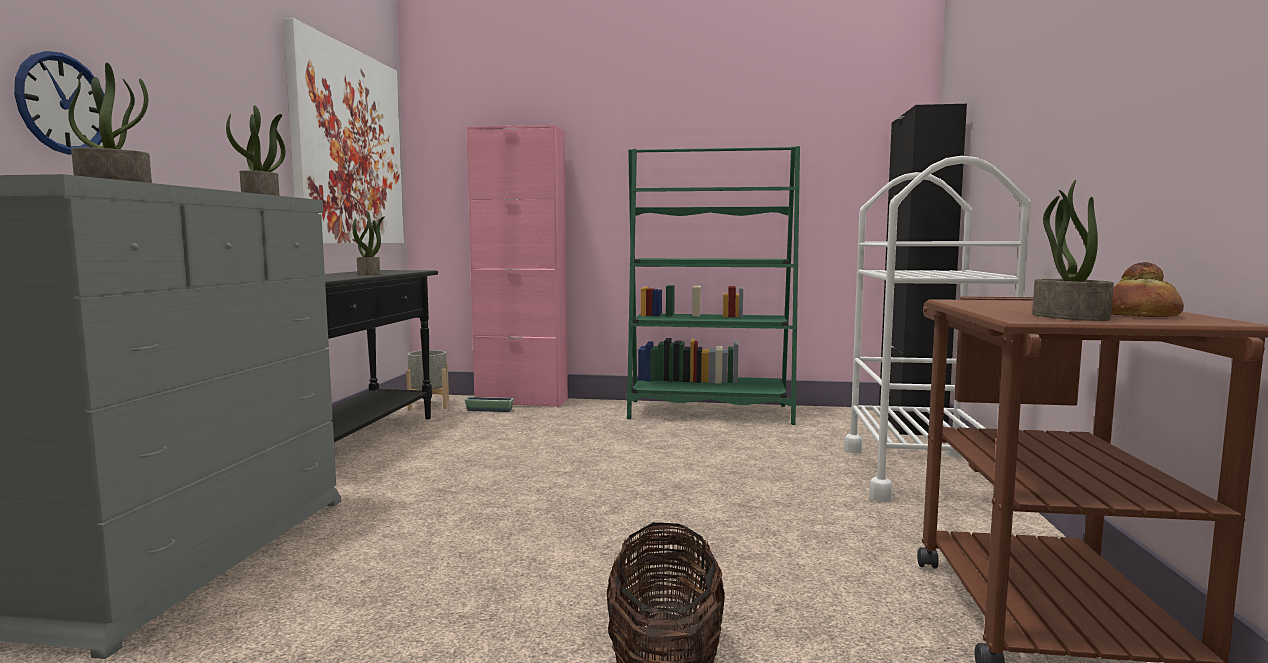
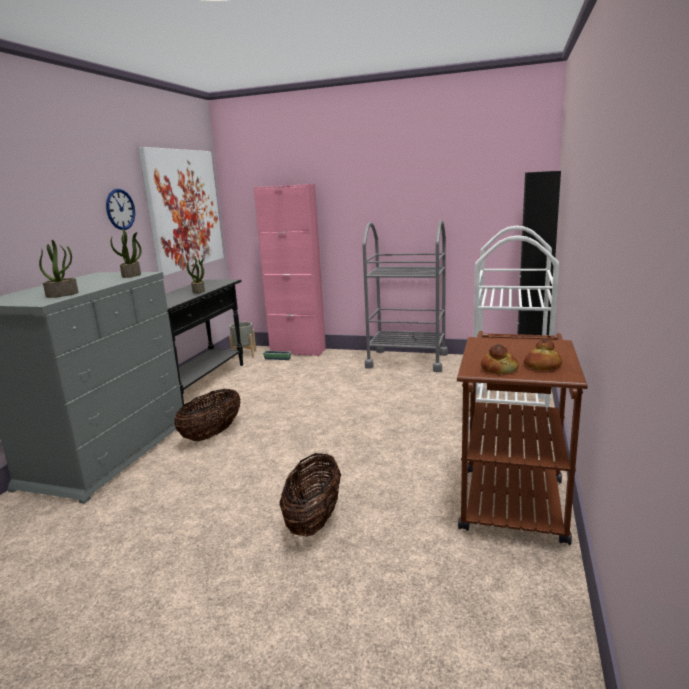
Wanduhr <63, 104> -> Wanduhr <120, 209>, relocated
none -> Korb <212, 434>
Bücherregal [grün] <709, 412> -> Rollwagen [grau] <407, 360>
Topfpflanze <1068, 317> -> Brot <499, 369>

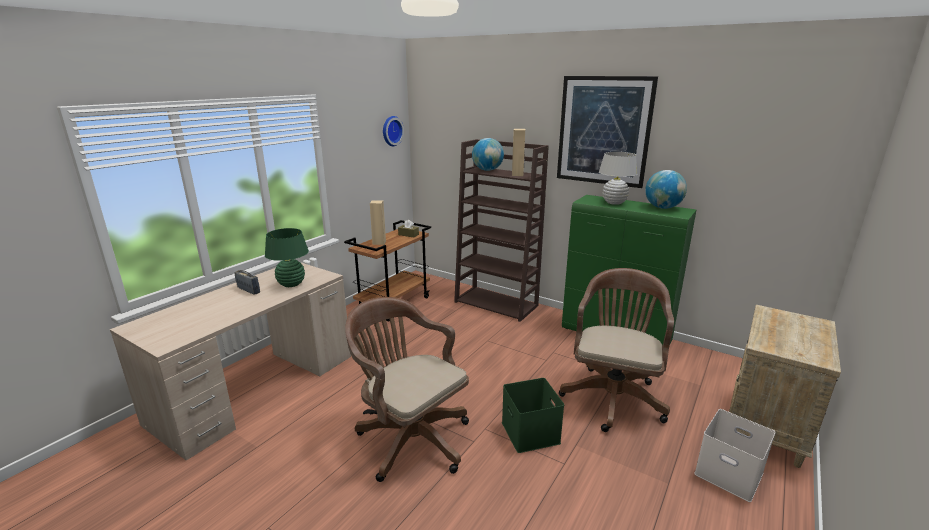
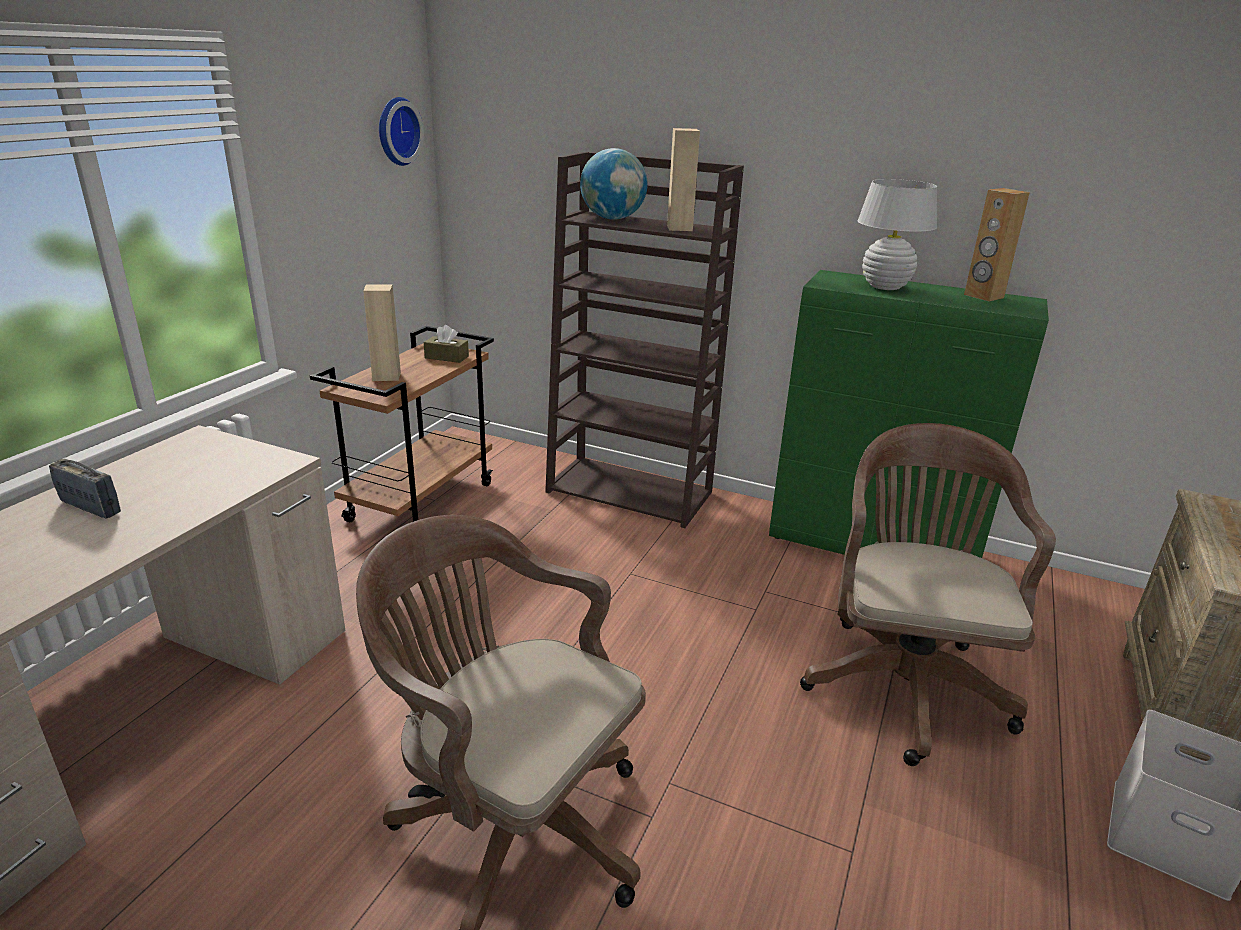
Globus <662, 207> -> Lautsprecher [braun] <983, 296>
Tischlampe [grün] <291, 284> -> none
Aufbewahrungsbox [grün] <529, 432> -> none
Bild <603, 131> -> none

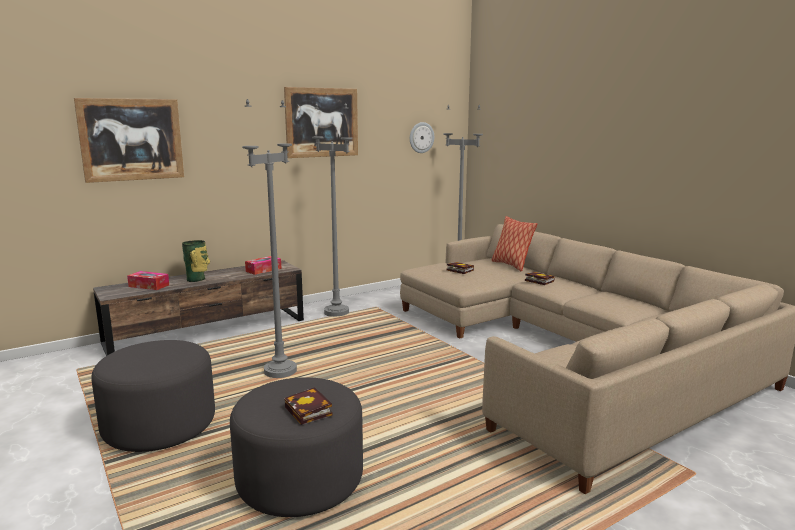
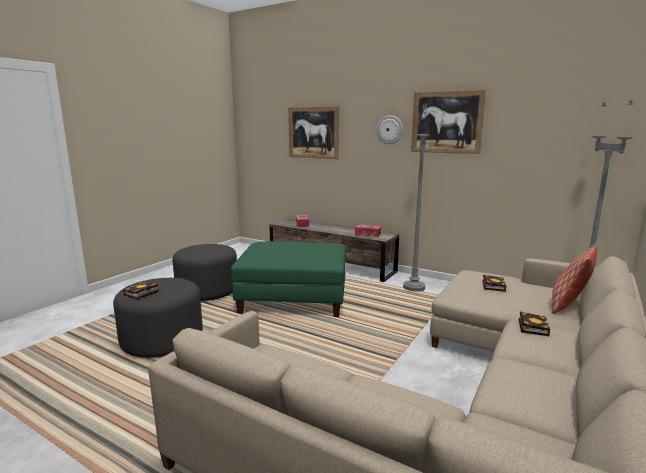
Stehlampe [grau] <280, 371> -> Polsterhocker [grün] <294, 298>
Wanduhr <421, 137> -> Wanduhr <390, 129>, relocated
Vase <197, 279> -> none

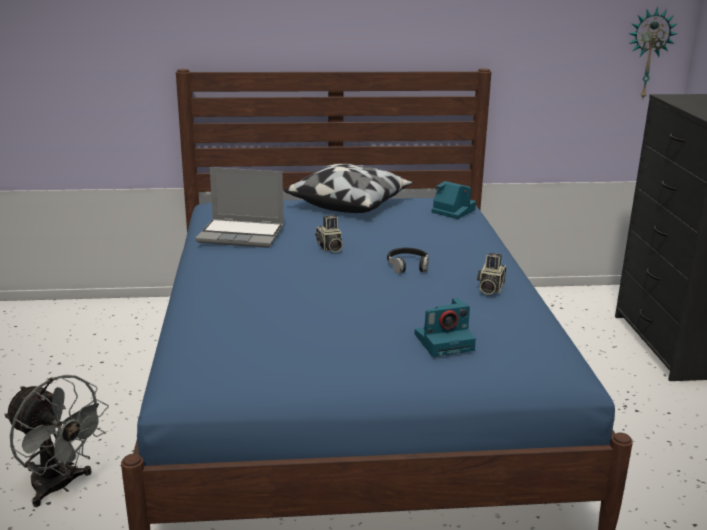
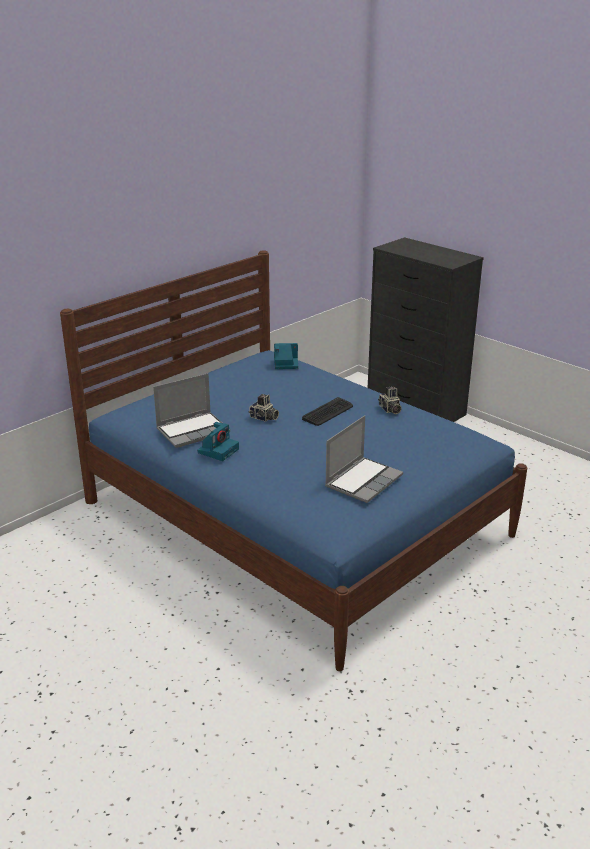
Kamera <445, 341> -> Kamera <218, 450>, relocated
Kopfhörer [schwarz] <408, 266> -> Tastatur <328, 412>
none -> Laptop <363, 480>
Ventilator [grau] <60, 486> -> none
Kissen <350, 204> -> none
Wanduhr <648, 54> -> none

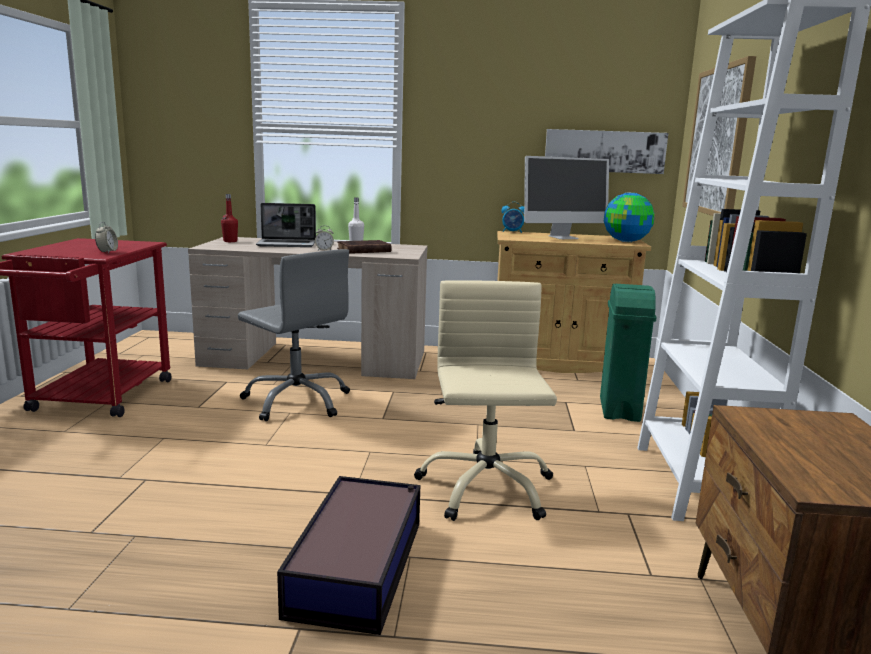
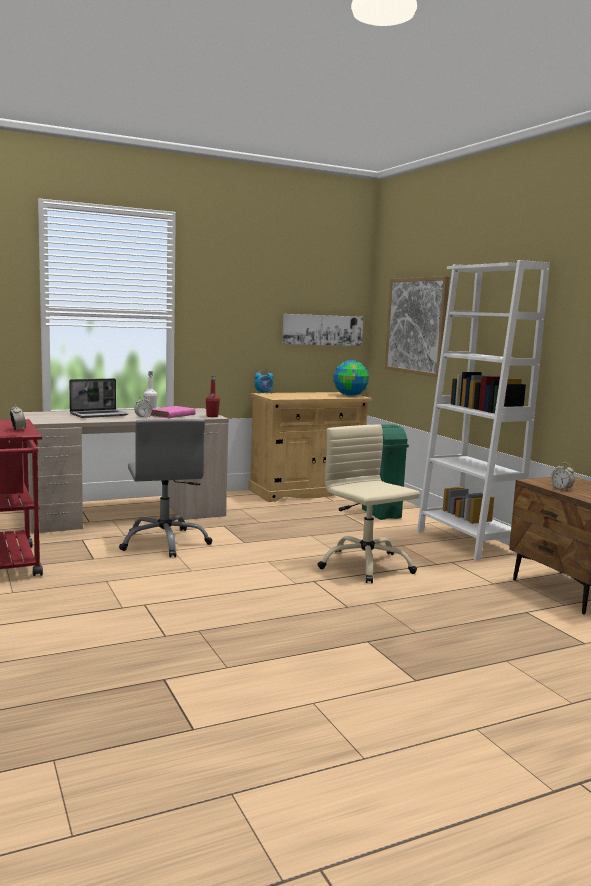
Bürostuhl [grau] <297, 401> -> Bürostuhl [grau] <165, 542>, 60 degrees clockwise
Buch [braun] <362, 250> -> Buch [rosa] <171, 415>
Flasche [rot] <230, 241> -> Flasche [rot] <212, 416>, relocated
none -> Wecker <561, 489>
Aufbewahrungsbox <358, 565> -> none
Monitor <563, 237> -> none

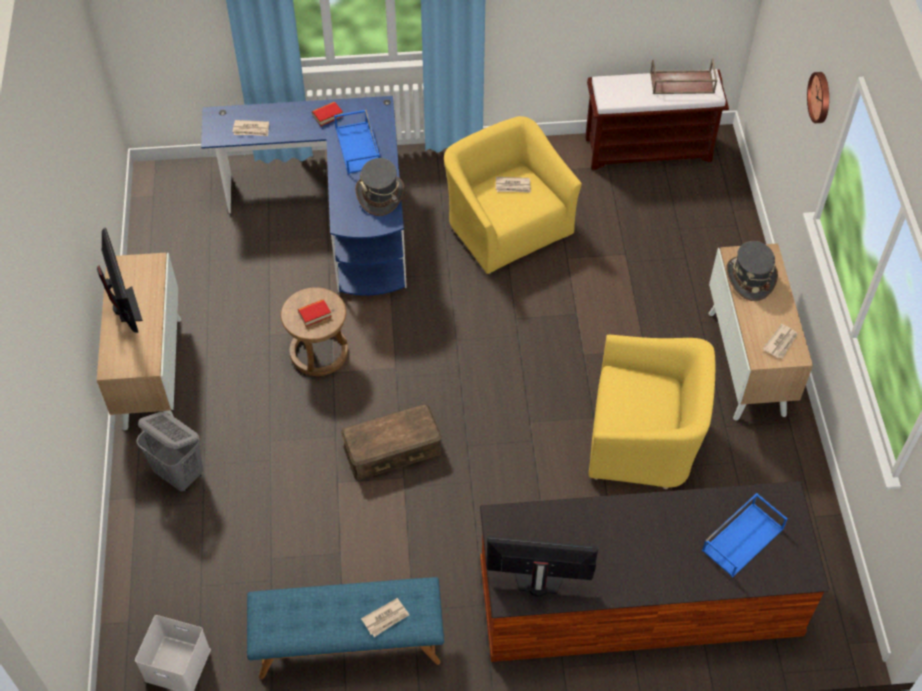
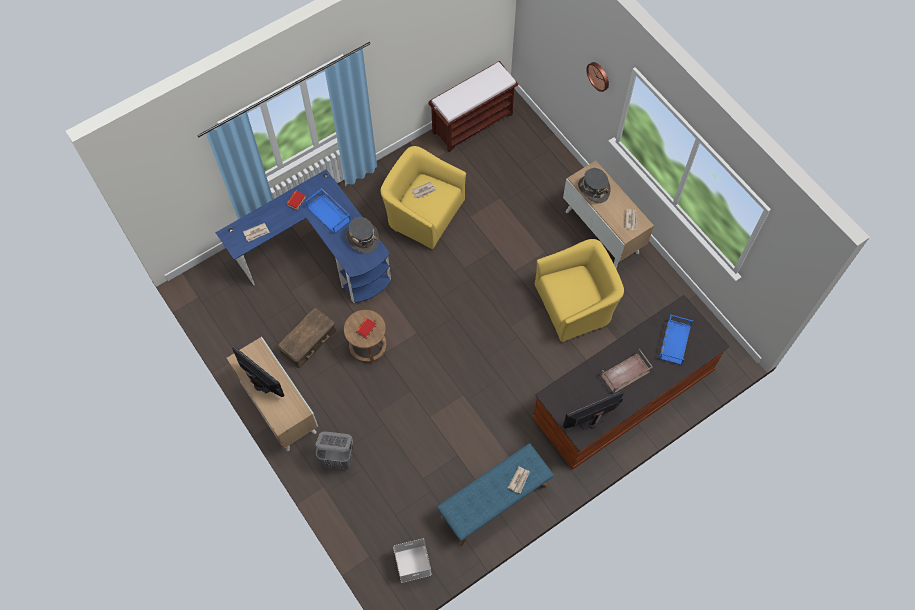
Aufbewahrungsbox [braun] <392, 450> -> Aufbewahrungsbox [braun] <308, 341>, relocated
Tablett [braun] <681, 83> -> Tablett [braun] <625, 374>, relocated

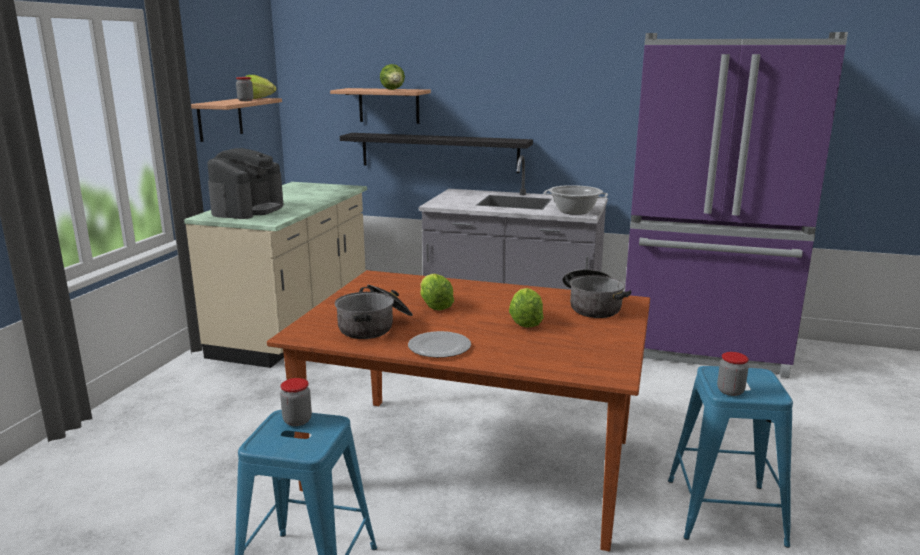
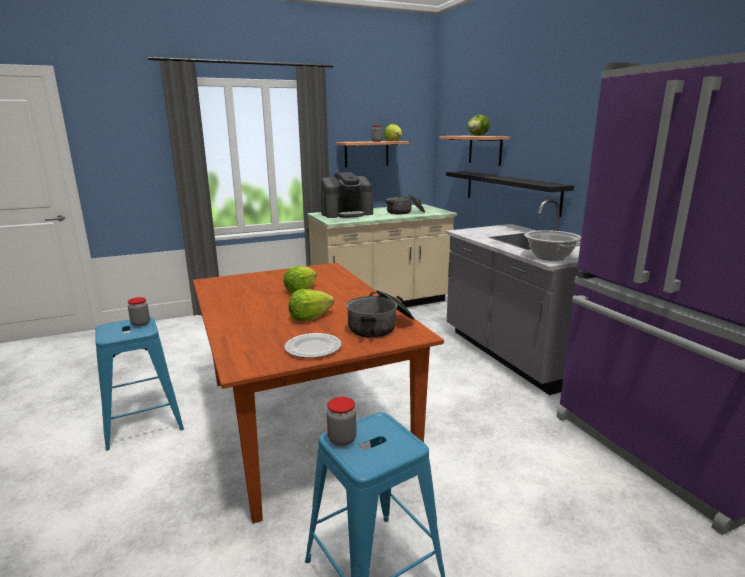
Teller <438, 347> -> Teller <312, 347>, relocated
Kochtopf <375, 326> -> Kochtopf <405, 212>, relocated

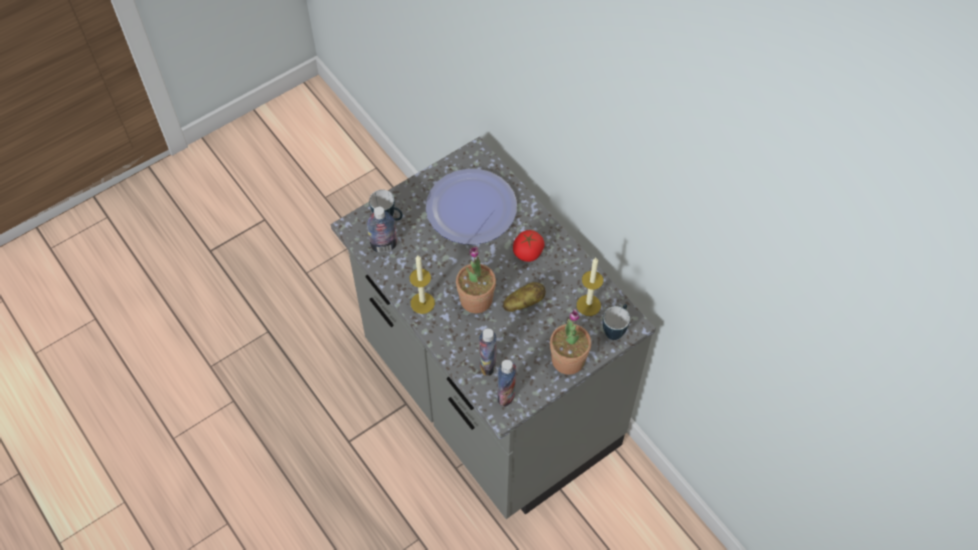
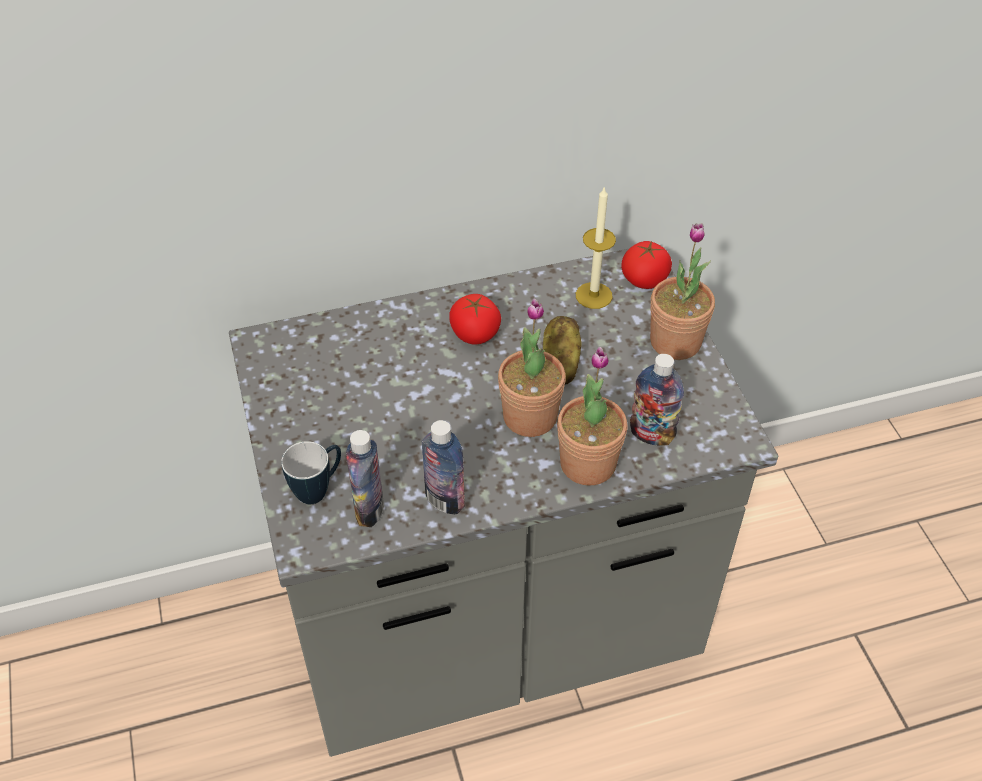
Flasche <506, 395> -> Flasche <444, 500>, relocated
none -> Topfpflanze <588, 464>
Henkelbecher <615, 329> -> Tomate <644, 280>
Kerze <422, 303> -> none
Teller <471, 208> -> none

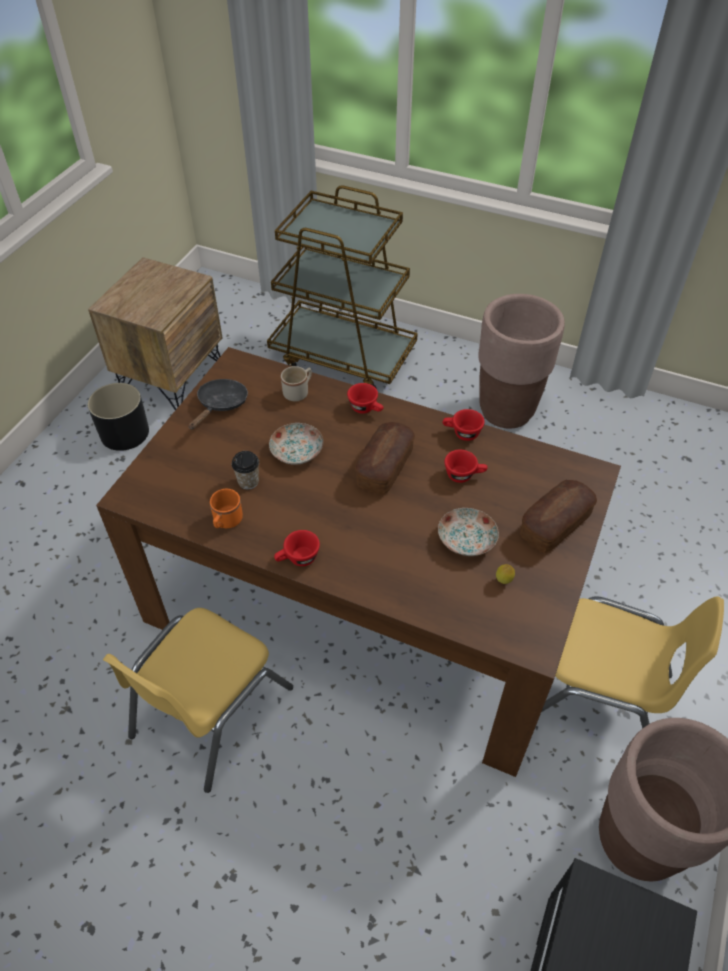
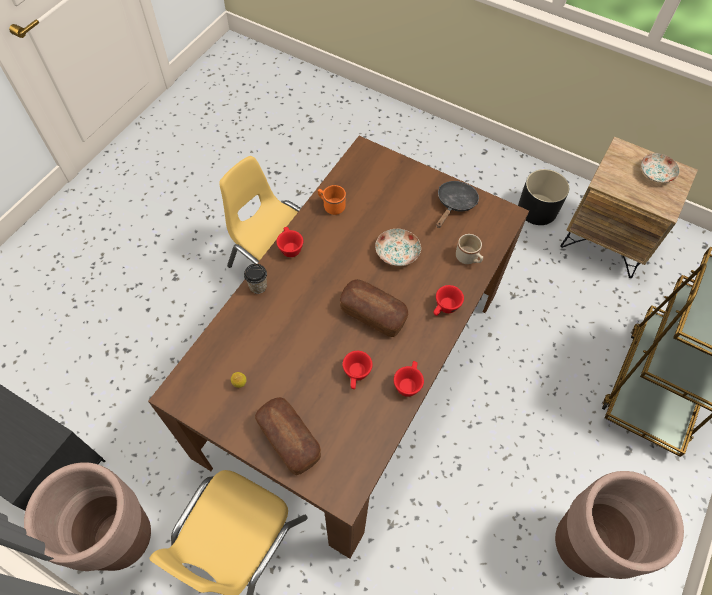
Tasse <248, 481> -> Tasse <258, 286>, relocated
Pfanne [schwarz] <220, 405> -> Pfanne [schwarz] <455, 204>, 90 degrees counterclockwise
Teller <466, 540> -> Teller <655, 173>, relocated

